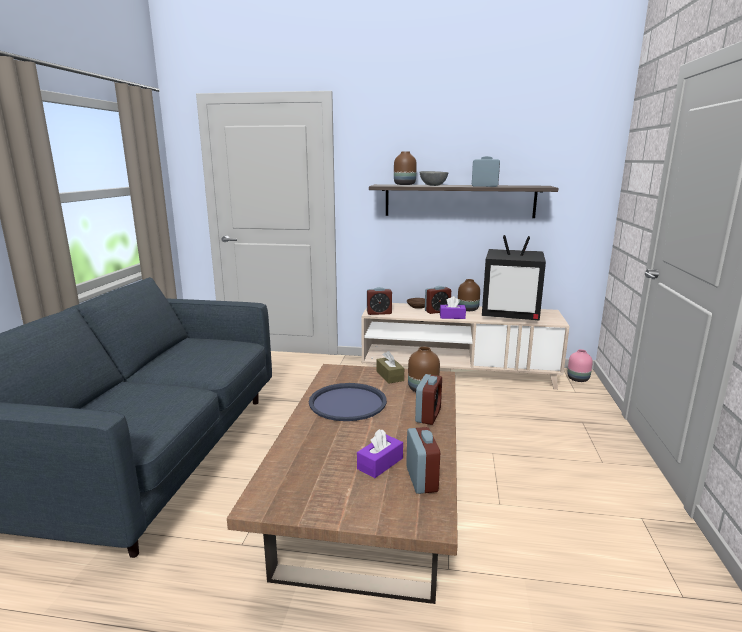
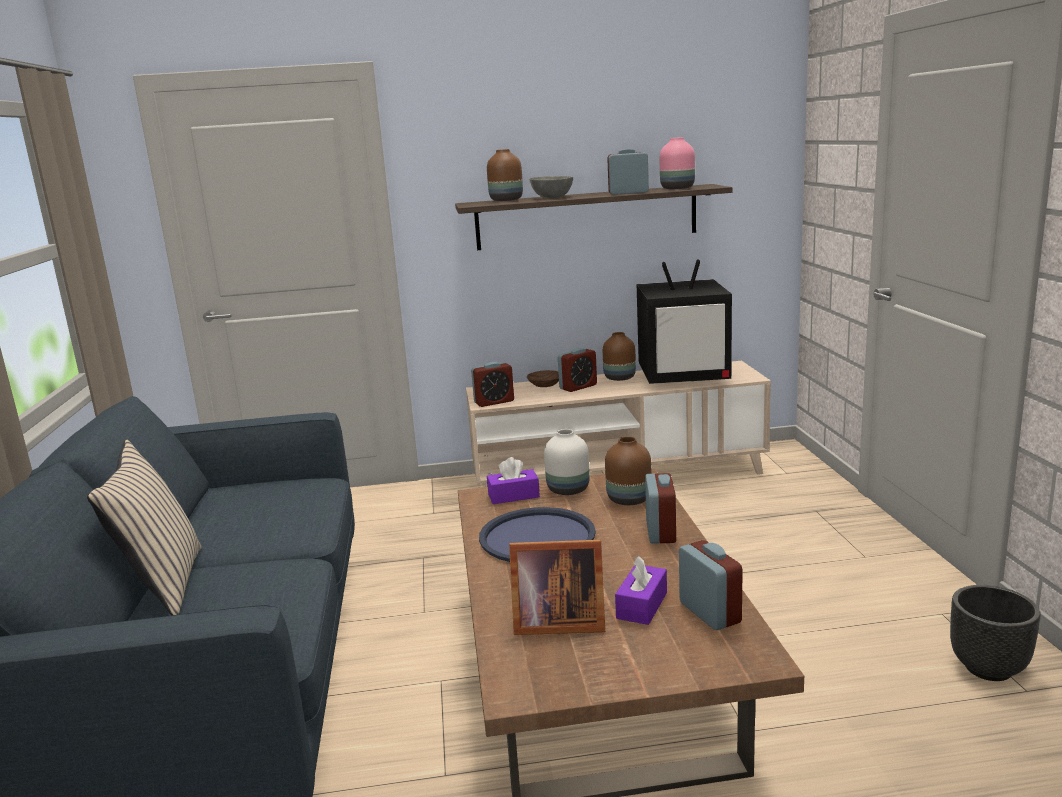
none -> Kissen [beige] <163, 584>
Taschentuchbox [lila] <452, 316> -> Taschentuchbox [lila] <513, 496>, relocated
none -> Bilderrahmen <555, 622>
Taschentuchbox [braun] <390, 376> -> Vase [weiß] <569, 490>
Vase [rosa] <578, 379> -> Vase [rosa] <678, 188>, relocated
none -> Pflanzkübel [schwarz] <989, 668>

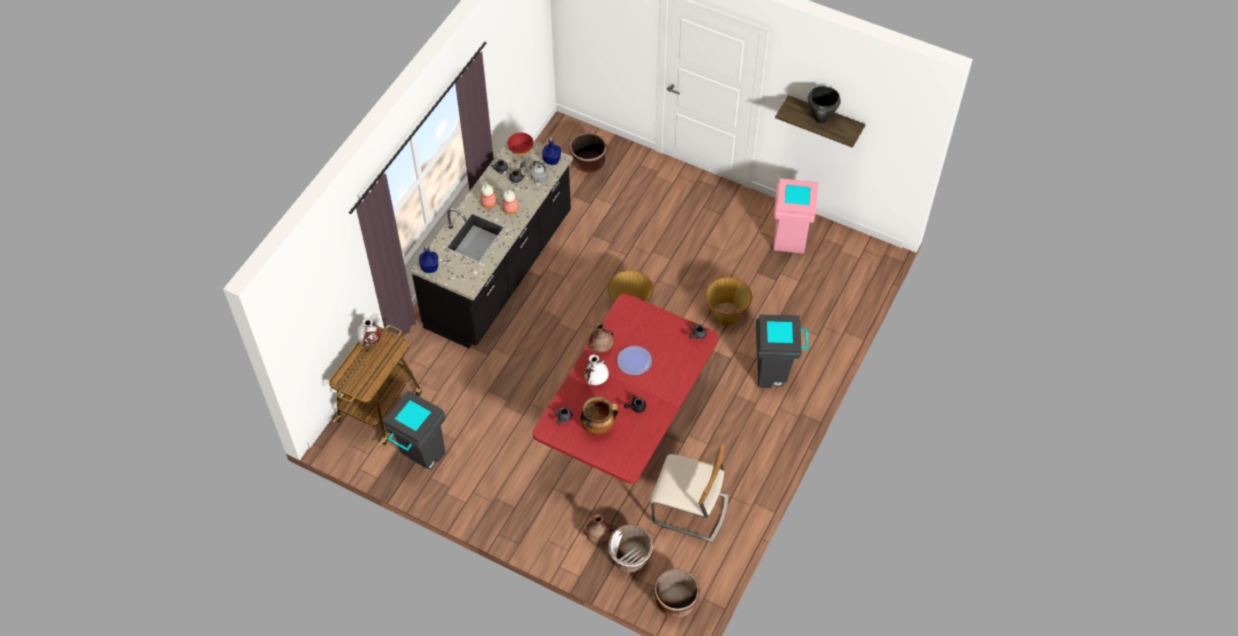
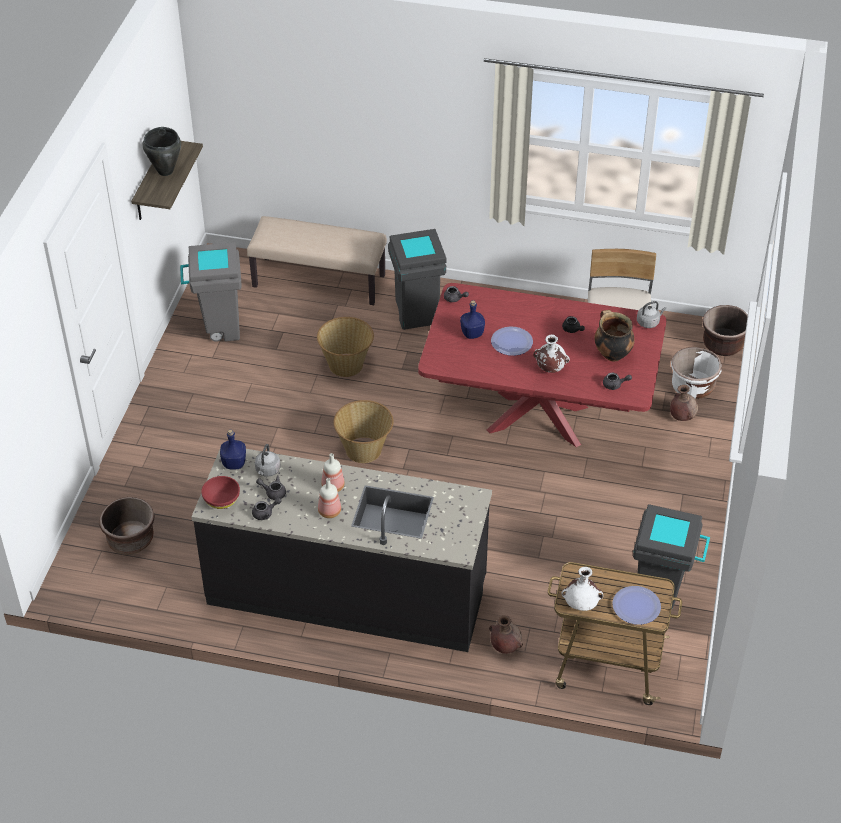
Mülleimer [rosa] <789, 239> -> Mülleimer [grau] <219, 329>
none -> Bank [beige] <319, 280>
Flasche [blau] <430, 267> -> Flasche [blau] <472, 333>, relocated
Vase [braun] <601, 347> -> Vase [braun] <505, 646>, relocated
none -> Teller <636, 606>
none -> Wasserkessel [grau] <649, 322>

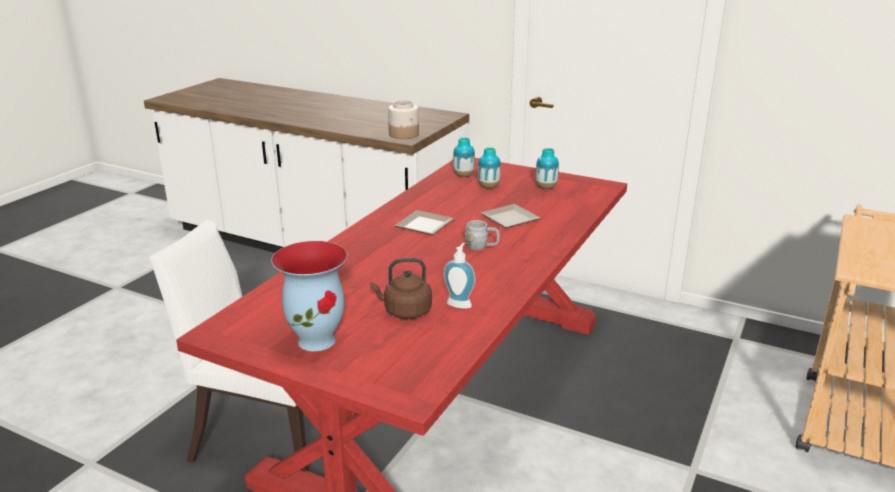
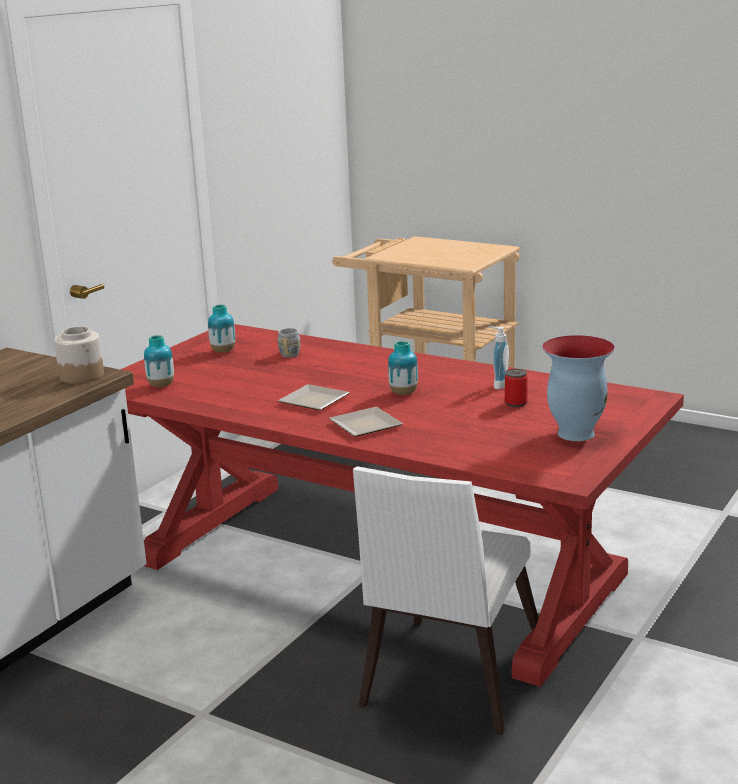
Henkelbecher [grau] <482, 247> -> Henkelbecher [grau] <291, 353>, relocated
Teller <508, 218> -> Teller <365, 427>, relocated
Vase <488, 187> -> Vase <403, 393>, relocated
Wasserkessel [braun] <405, 311> -> Dose <516, 403>

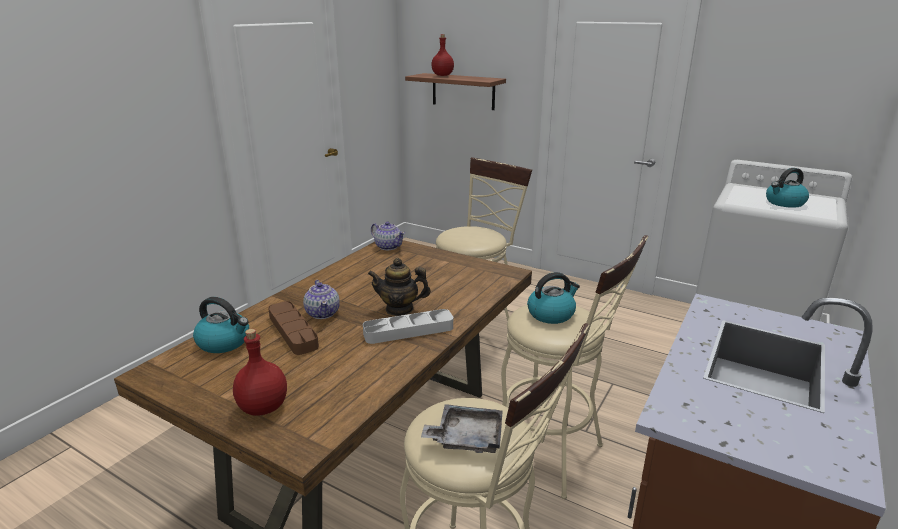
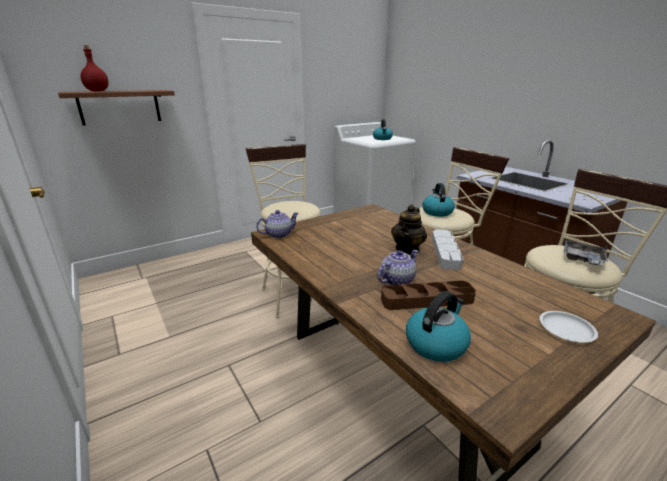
Teekanne <323, 313> -> Teekanne <396, 280>, 45 degrees counterclockwise
Flasche [rot] <262, 407> -> Teller [weiß] <566, 329>

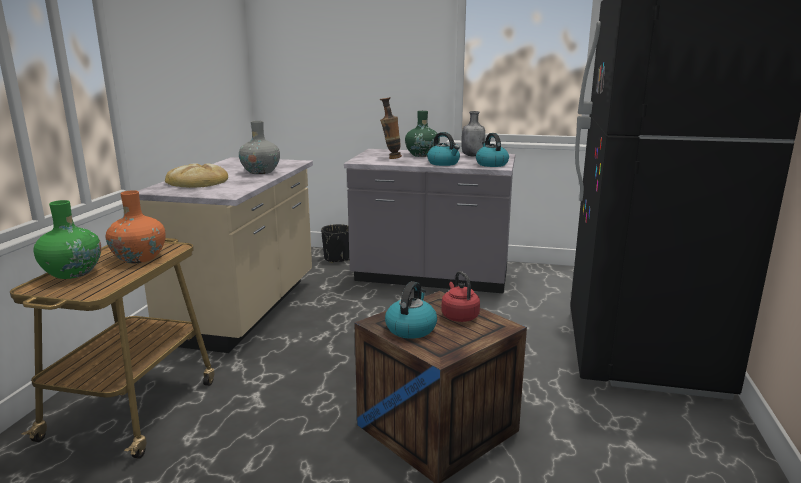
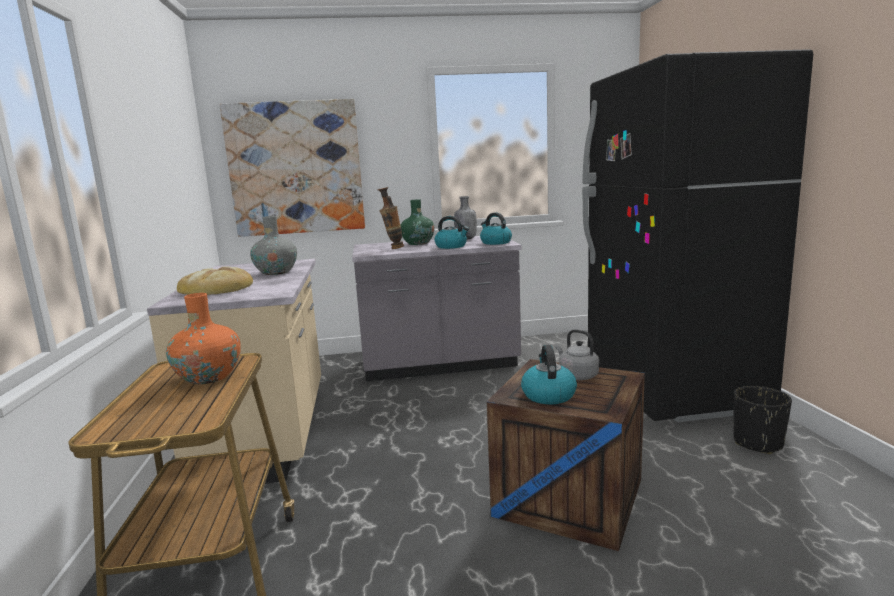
none -> Bild <296, 168>
Wasserkessel [rot] <459, 316> -> Wasserkessel [grau] <576, 375>
Pflanzkübel [schwarz] <337, 258> -> Pflanzkübel [schwarz] <757, 443>, relocated
Vase [grün] <72, 273> -> none

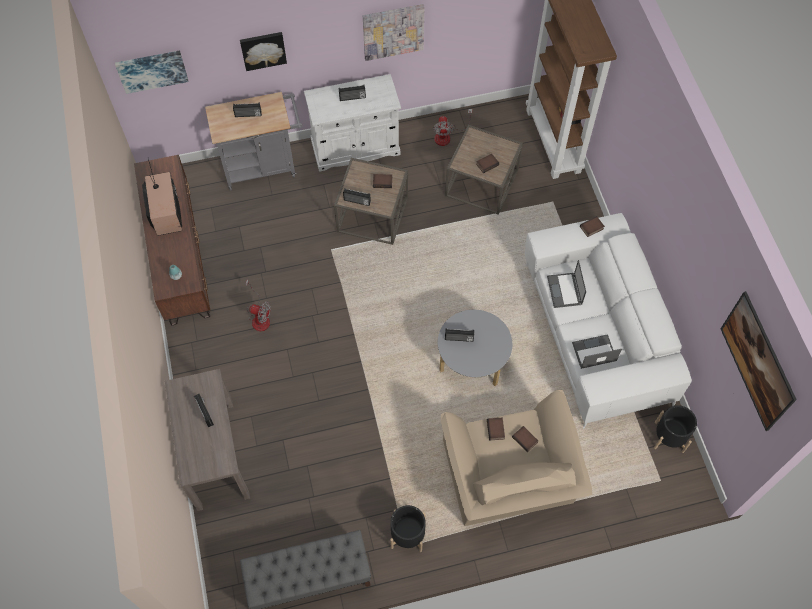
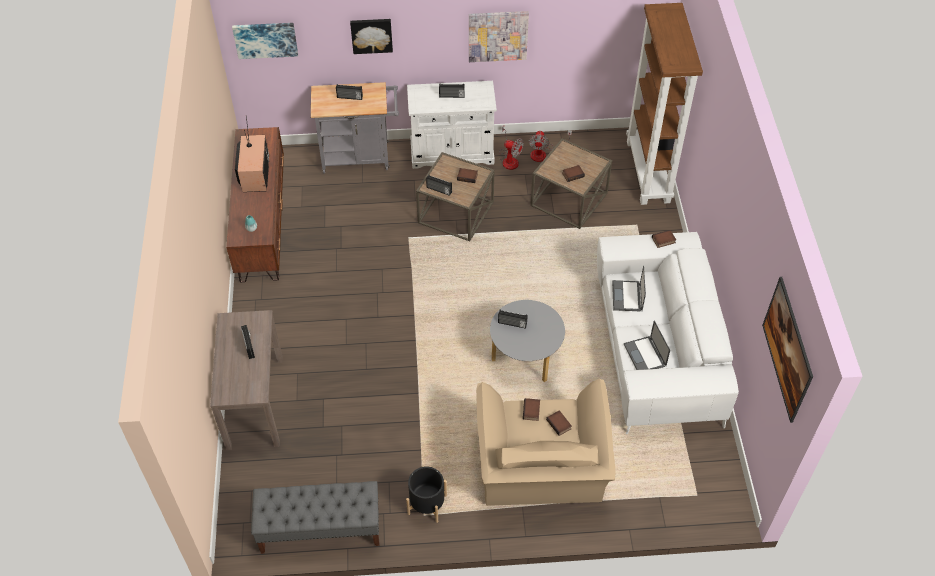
Ventilator <259, 317> -> Ventilator <509, 159>, relocated
Laptop <593, 352> -> Laptop <645, 355>, 105 degrees counterclockwise
Pflanzkübel [schwarz] <669, 437> -> none

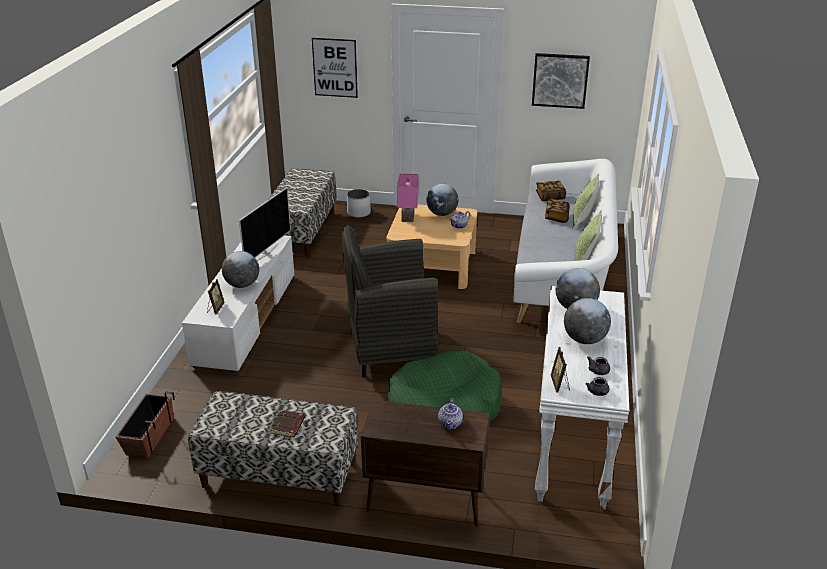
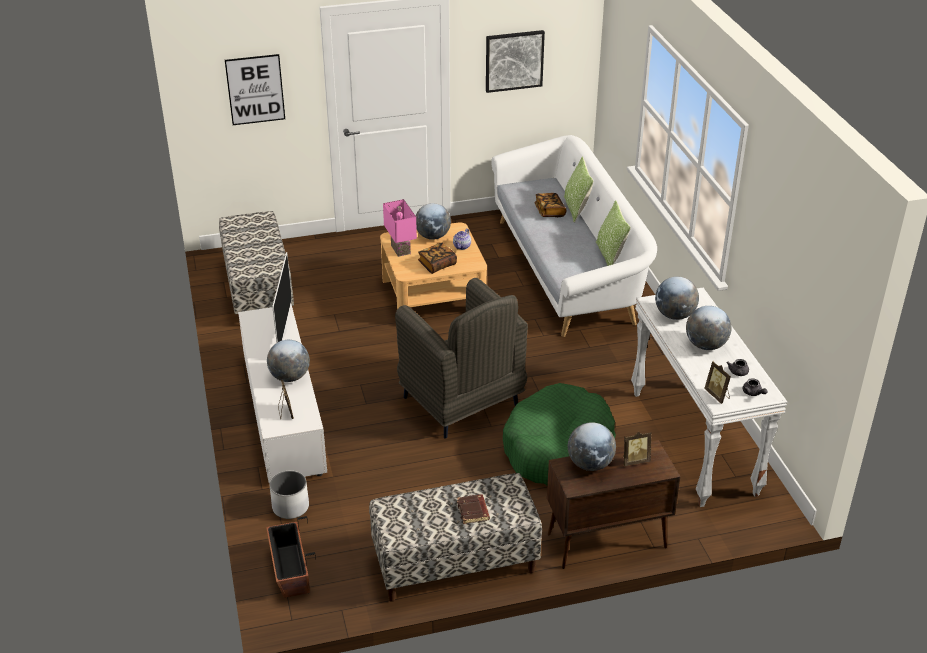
Pflanzkübel [weiß] <358, 213> -> Pflanzkübel [weiß] <290, 507>, relocated
Sessel [grau] <390, 350> -> Sessel [grau] <462, 403>, 90 degrees counterclockwise
Buch <550, 197> -> Buch <437, 264>, relocated
none -> Globus <590, 464>
Teekanne <450, 424> -> Bilderrahmen <634, 460>

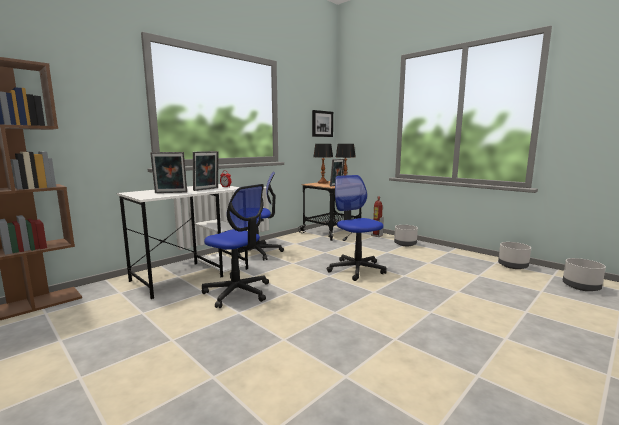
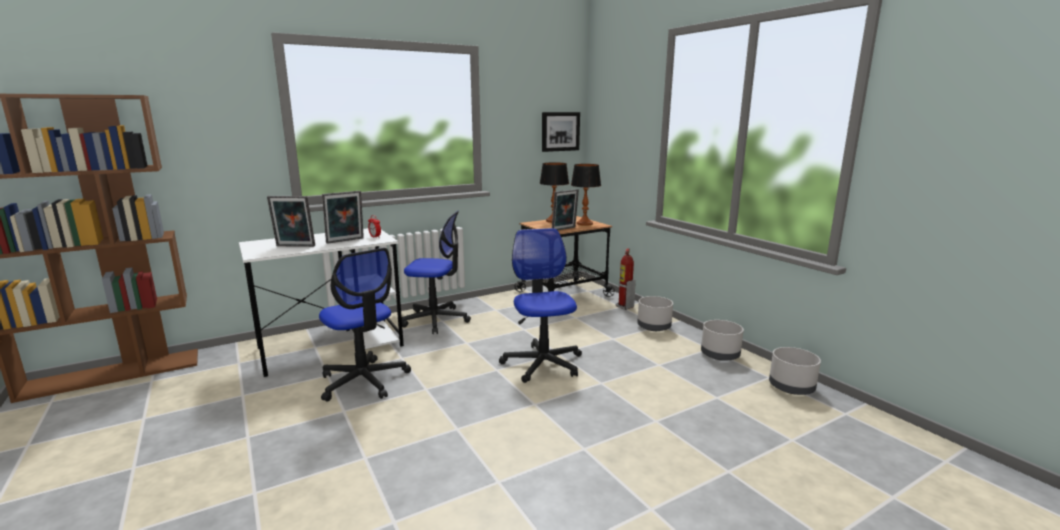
Pflanzkübel [grau] <581, 287> -> Pflanzkübel [grau] <720, 355>, relocated

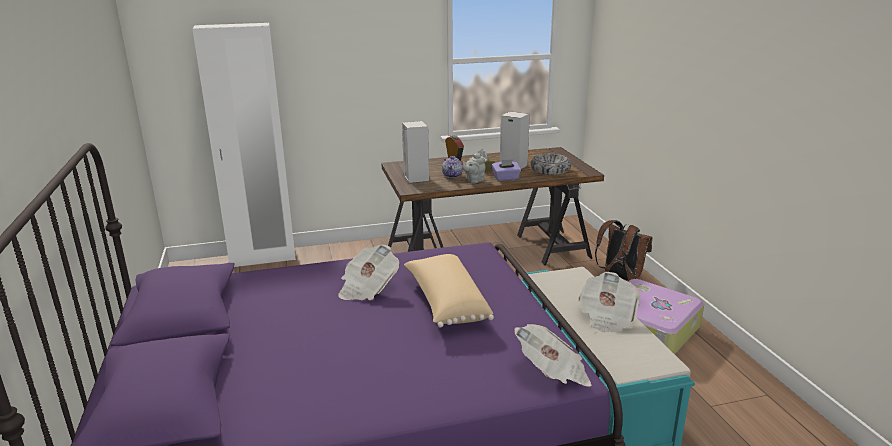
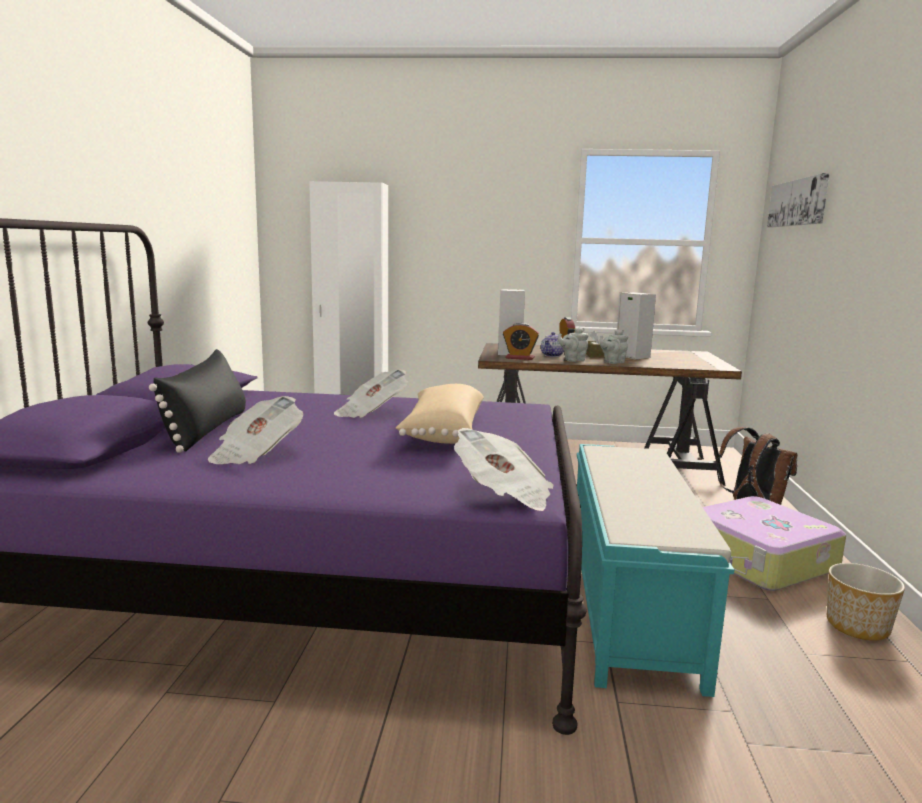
none -> Kissen [schwarz] <207, 430>
Zeitung <606, 317> -> Zeitung <256, 454>, relocated
none -> Wecker <519, 358>
Taschentuchbox [lila] <506, 178> -> Teekanne [grau] <612, 362>
none -> Bild <798, 203>
none -> Pflanzkübel <858, 627>
Schüssel <550, 170> -> none

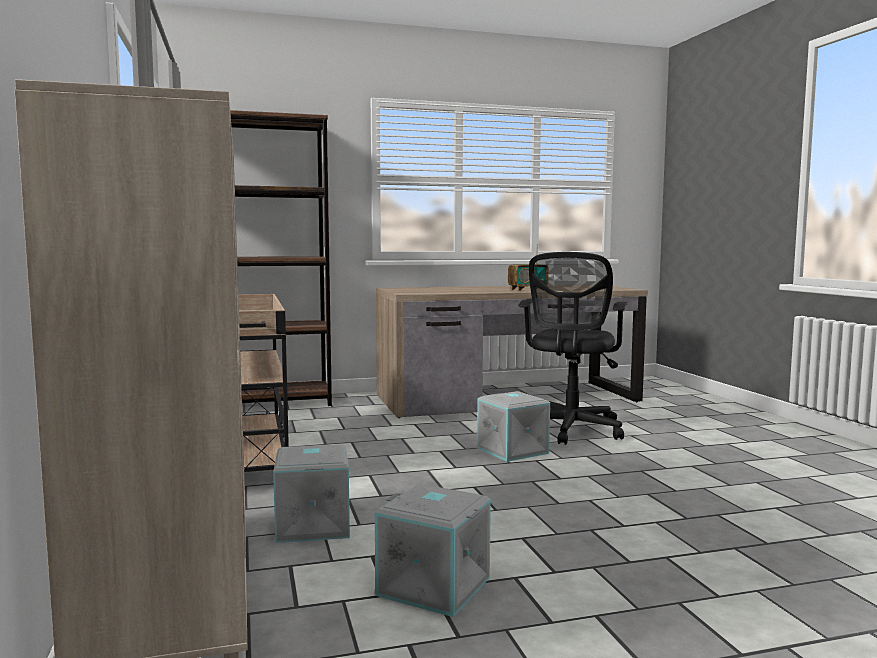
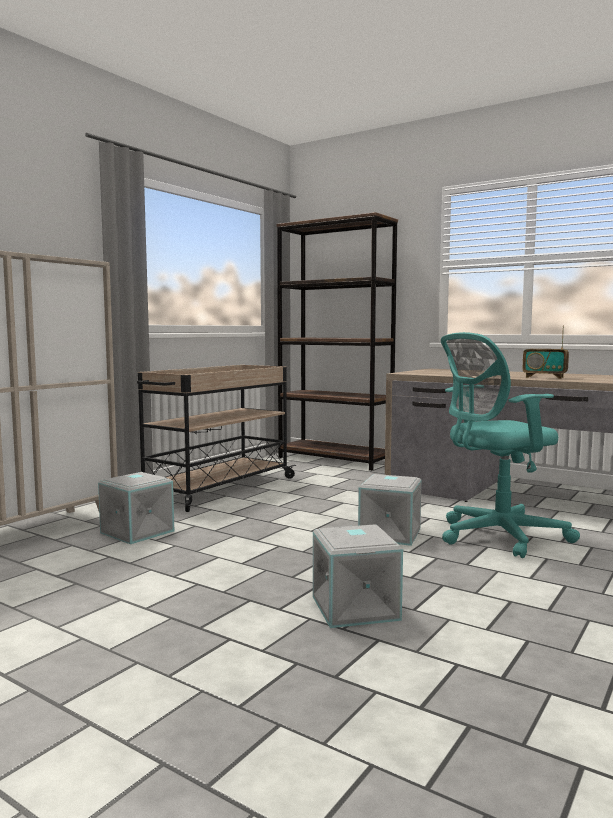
Aufbewahrungsbox [grau] <435, 586> -> Aufbewahrungsbox [grau] <357, 608>, relocated
Bürostuhl [schwarz] <570, 431> -> Bürostuhl [türkis] <496, 536>

